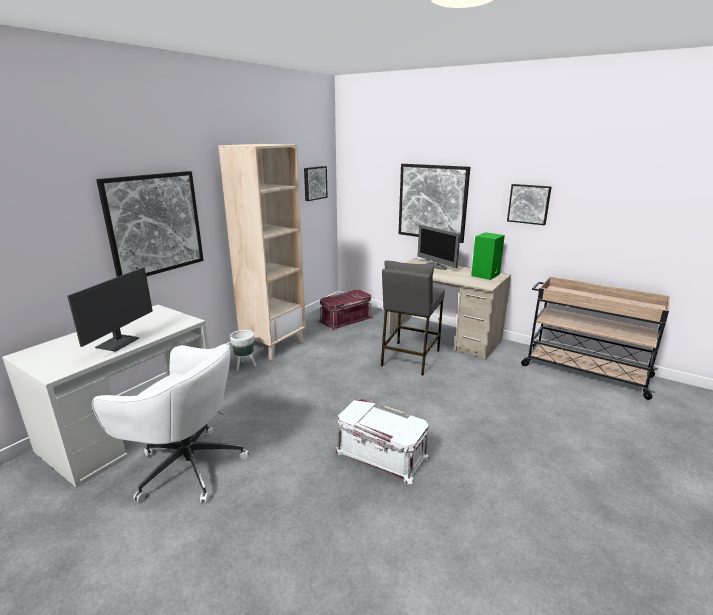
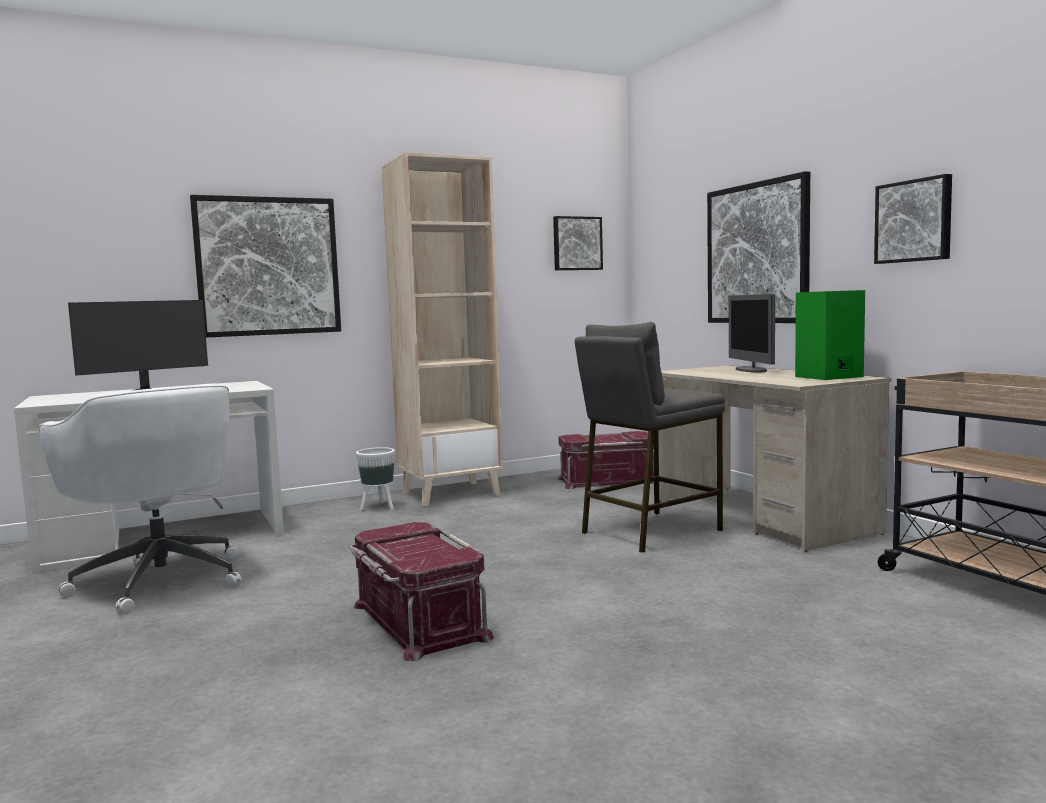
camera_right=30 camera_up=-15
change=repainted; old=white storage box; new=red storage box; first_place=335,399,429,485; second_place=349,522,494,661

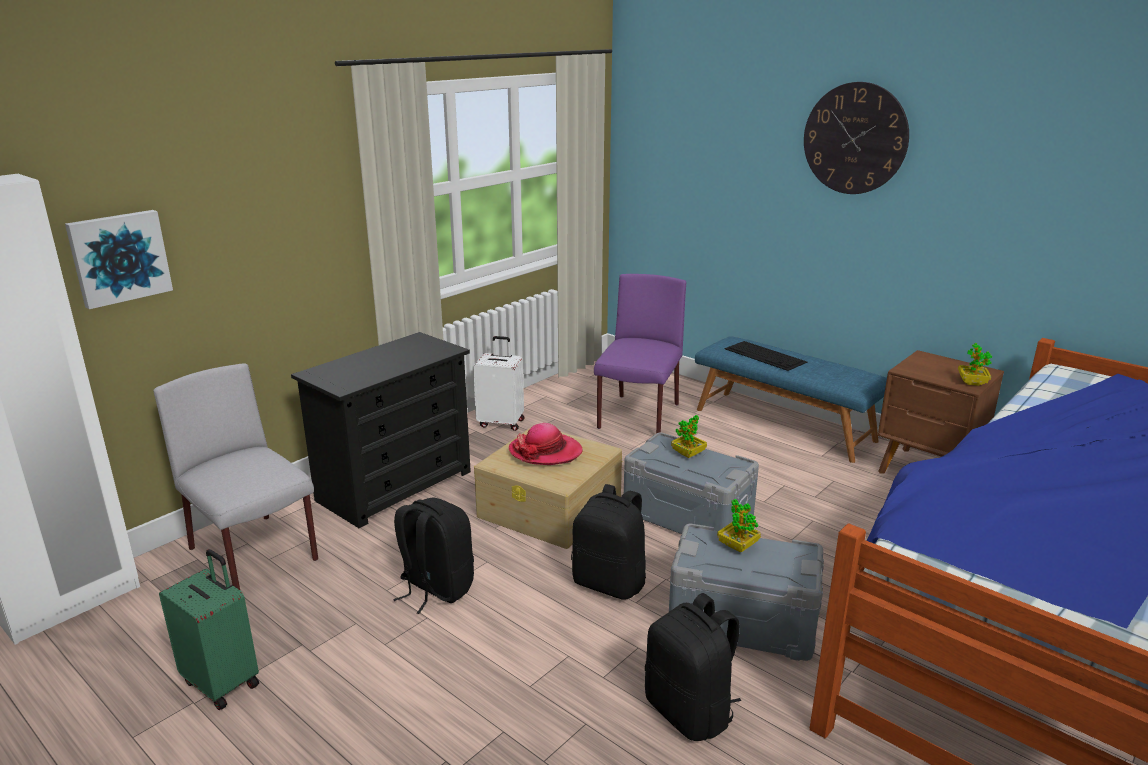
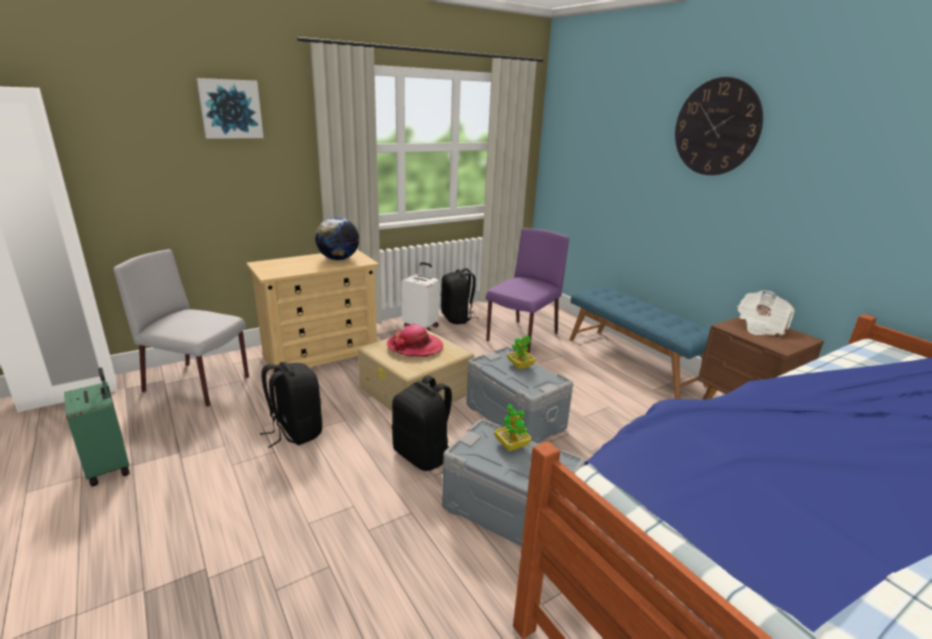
camera_right=15 camera_up=0
change=shifted; old=picture; first_place=65,210,173,309; second_place=196,78,264,139
change=repainted; old=black dresser; new=beige dresser; first_place=291,332,471,528; second_place=246,249,379,373
change=gone; old=keyboard; first_place=725,341,807,371
change=gone; old=potted plant; first_place=958,343,992,386
change=rotated; old=grey chair; first_place=153,363,318,590; second_place=113,249,249,407; degrees=-45
change=shifted; old=black backpack; first_place=645,593,741,741; second_place=441,268,479,324
change=new; new=globe; second_place=315,217,359,260
change=new; new=newspaper; second_place=737,290,795,335

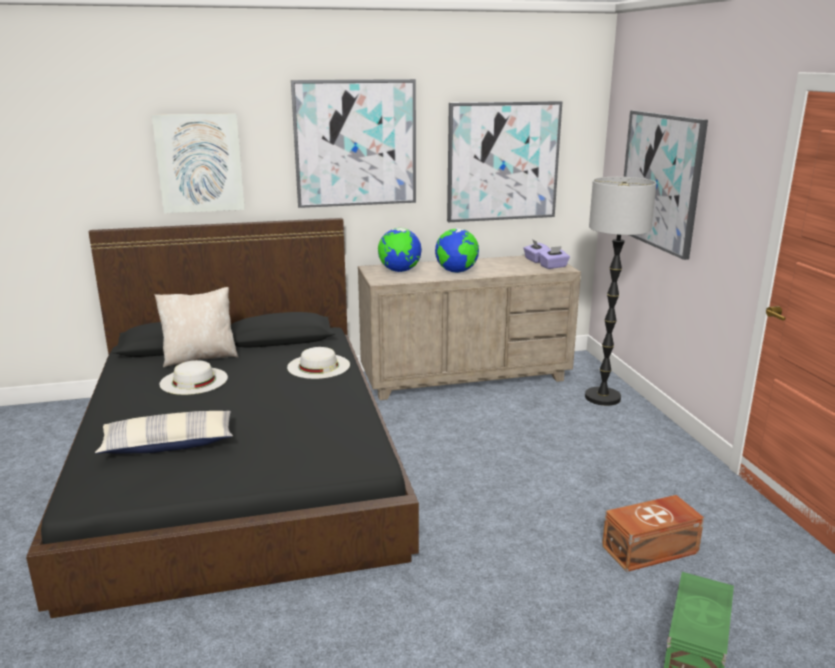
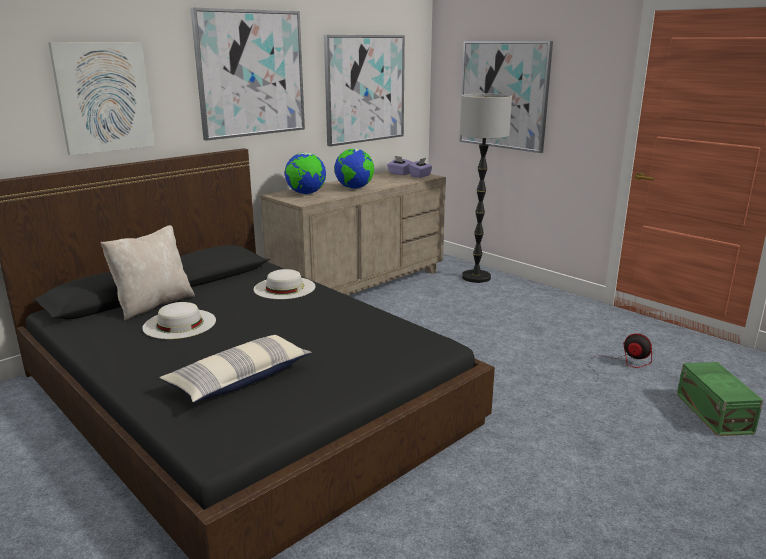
camera_right=-30 camera_up=0
change=swapped; old=brown storage box; new=fan; first_place=602,495,704,572; second_place=587,334,652,381

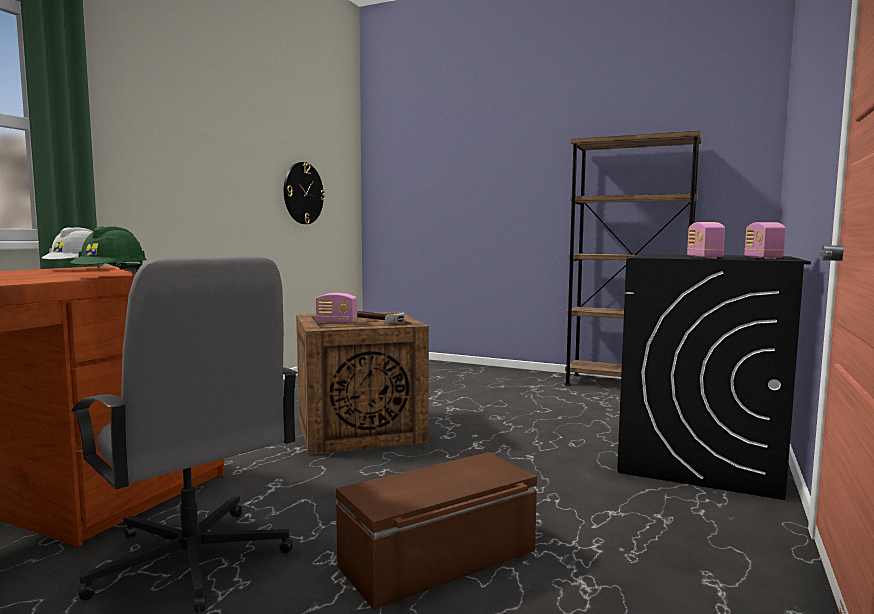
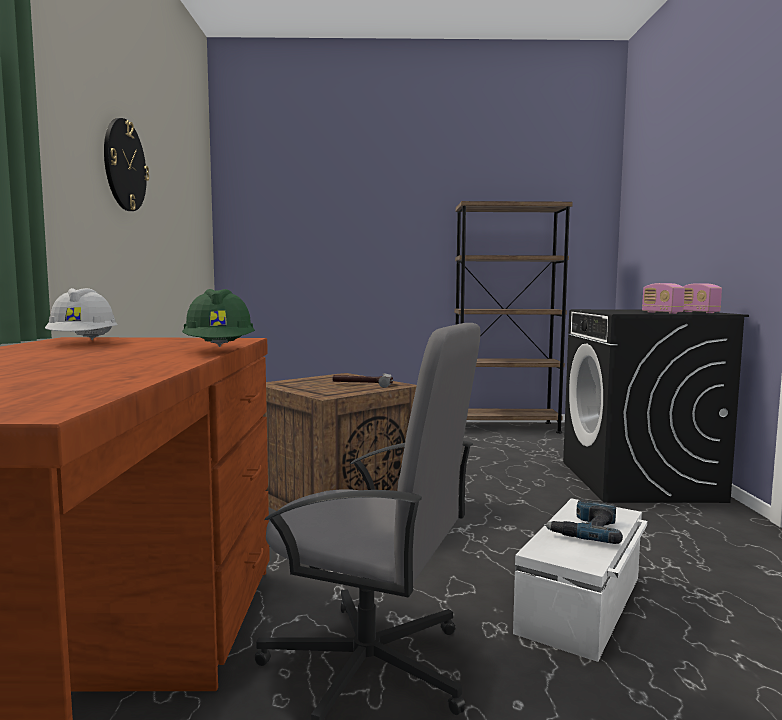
camera_right=-25 camera_up=0
change=shifted; old=wall clock; first_place=284,162,325,224; second_place=104,118,149,211
change=gone; old=radio; first_place=316,293,357,324
change=repainted; old=brown storage box; new=white storage box; first_place=336,452,537,610; second_place=513,498,647,662
change=new; new=power drill; second_place=544,499,623,544

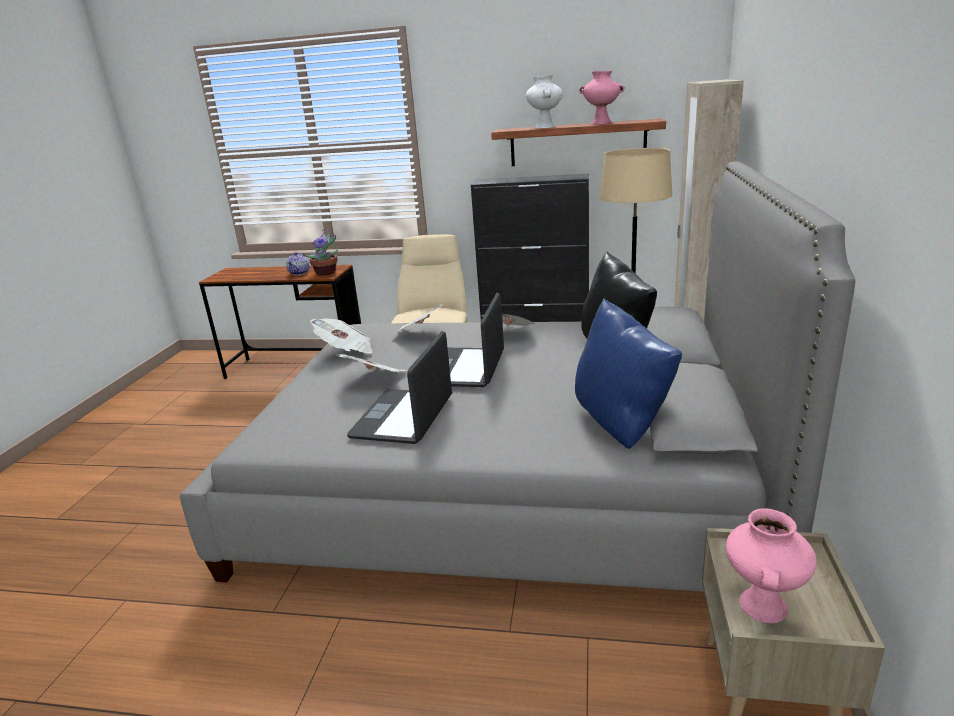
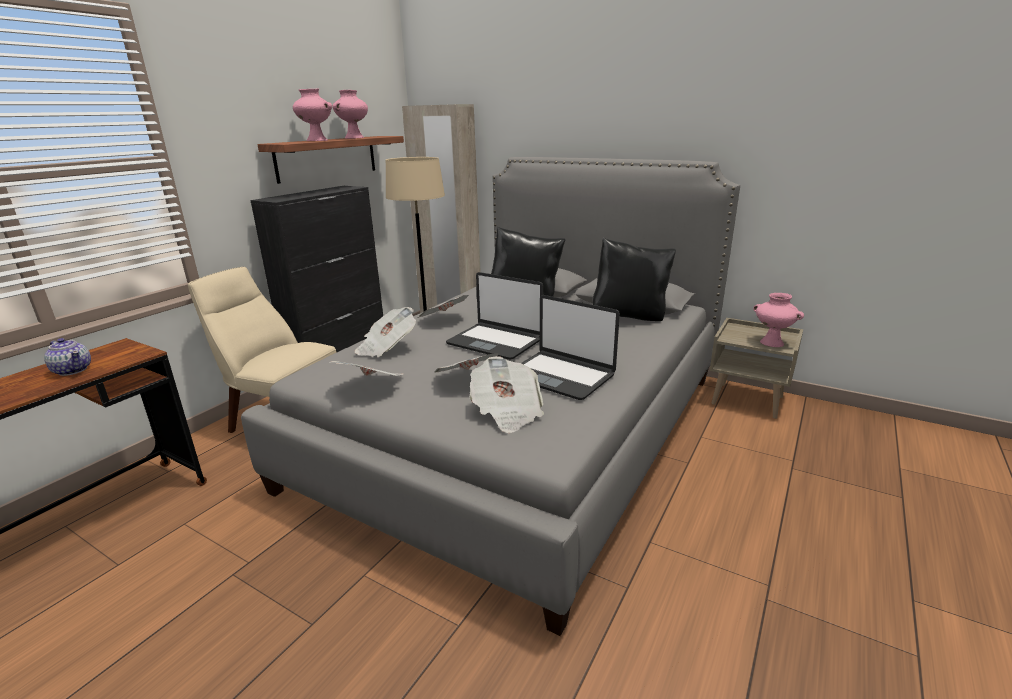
camera_right=-70 camera_up=0
change=repainted; old=white vase; new=pink vase; first_place=526,75,563,128; second_place=293,89,332,141
change=gone; old=potted plant; first_place=304,229,339,276
change=repainted; old=blue pillow; new=black pillow; first_place=575,298,682,449; second_place=592,238,676,321
change=new; new=newspaper; second_place=469,356,544,433

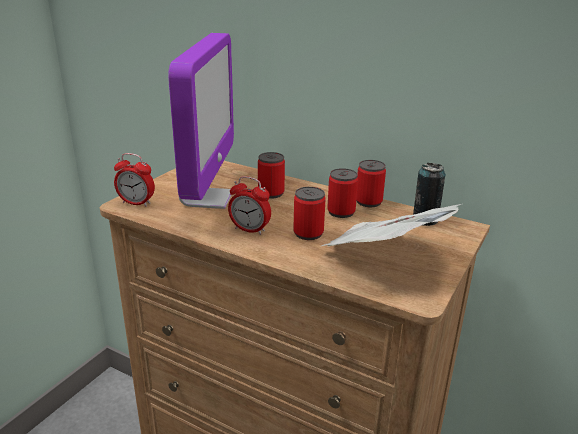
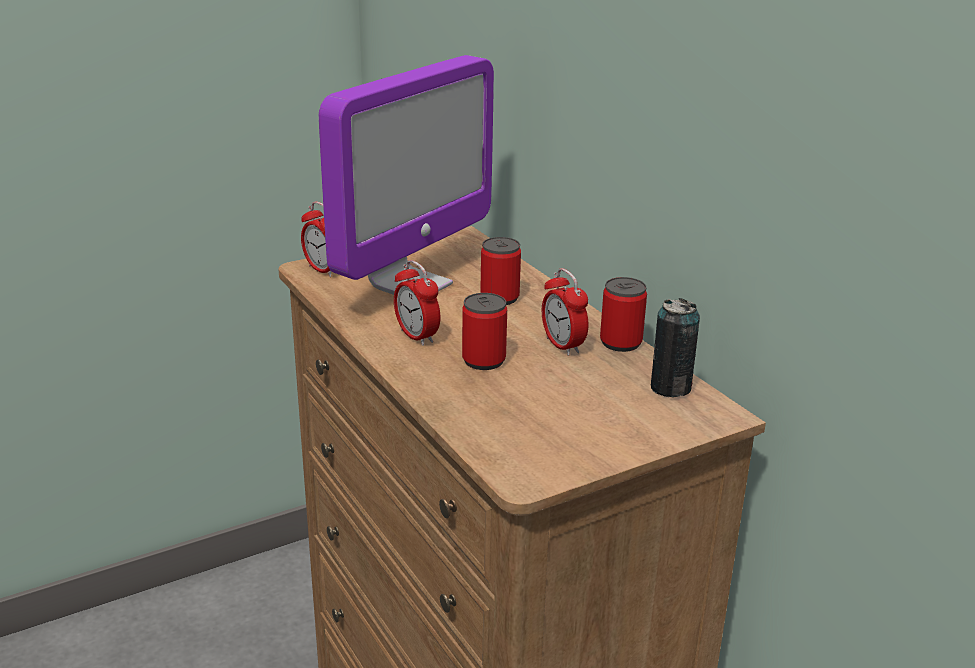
camera_right=30 camera_up=0
change=swapped; old=can; new=alarm clock; first_place=327,168,358,218; second_place=542,268,588,356
change=gone; old=newspaper; first_place=322,204,461,246

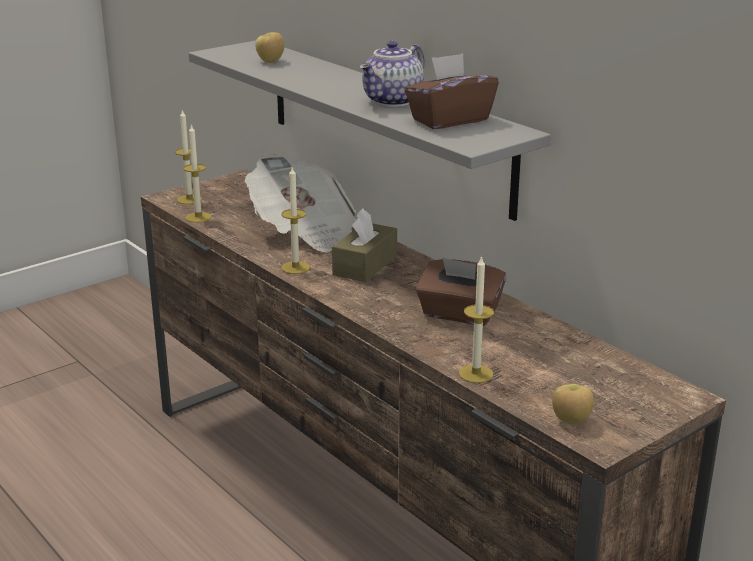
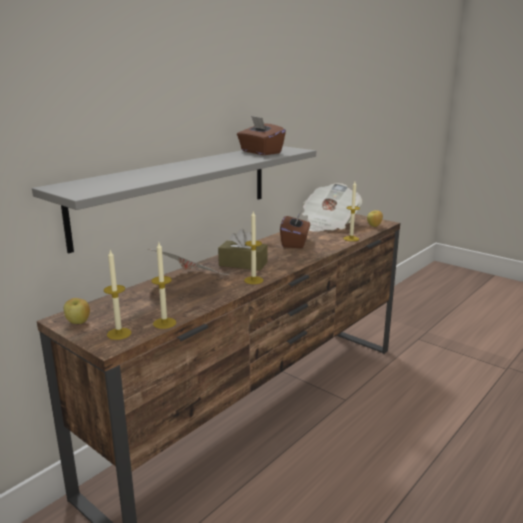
camera_right=-100 camera_up=-5
change=shifted; old=apple; first_place=255,32,285,63; second_place=64,298,90,324
change=gone; old=teapot; first_place=360,41,424,107
change=new; new=newspaper; second_place=302,183,362,232

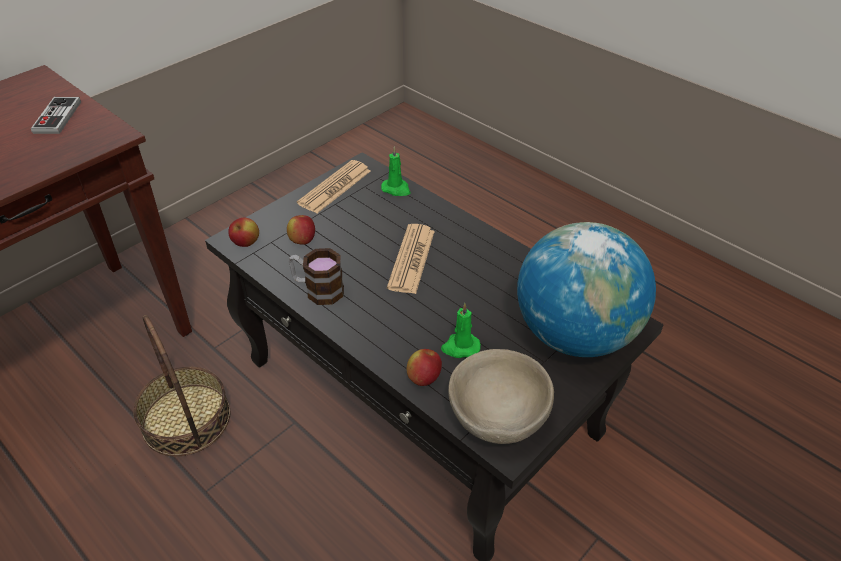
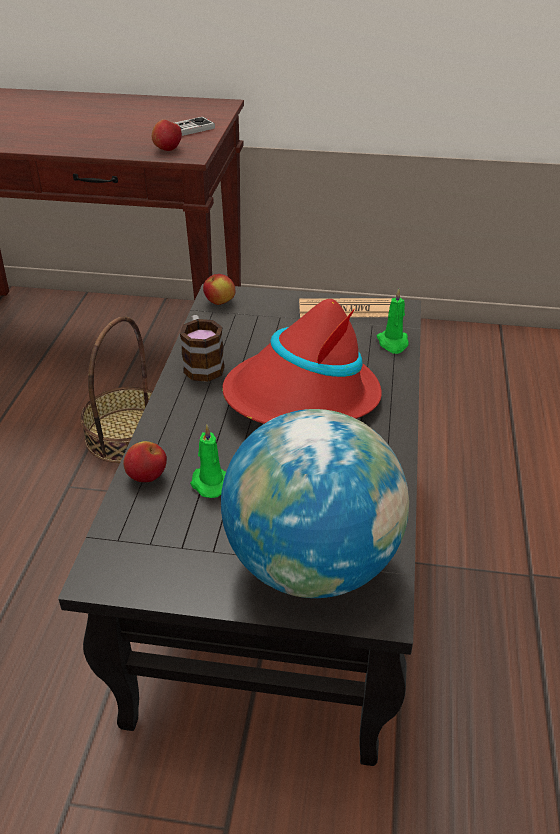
camera_right=55 camera_up=-5
change=shifted; old=apple; first_place=287,215,315,245; second_place=152,120,182,151
change=swapped; old=newspaper; new=red hat; first_place=387,224,435,294; second_place=222,299,382,424
change=gone; old=beige bowl; first_place=448,349,554,444

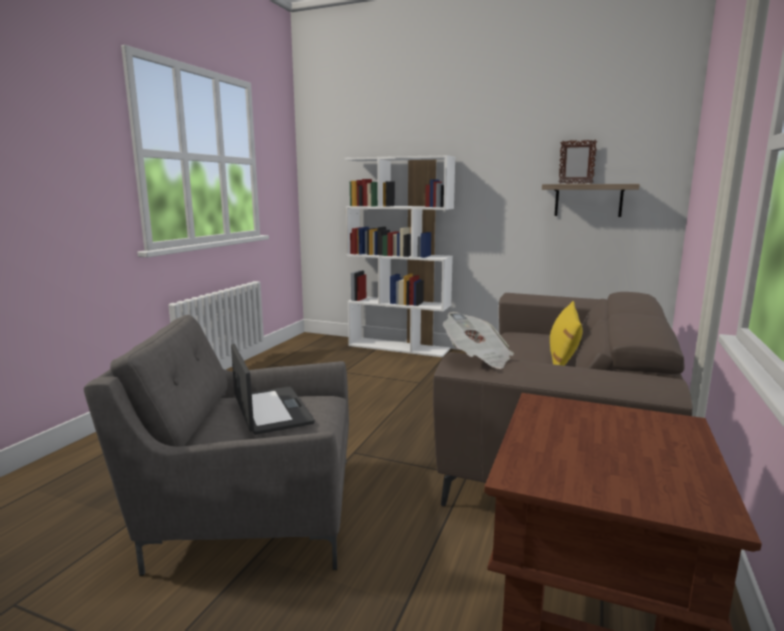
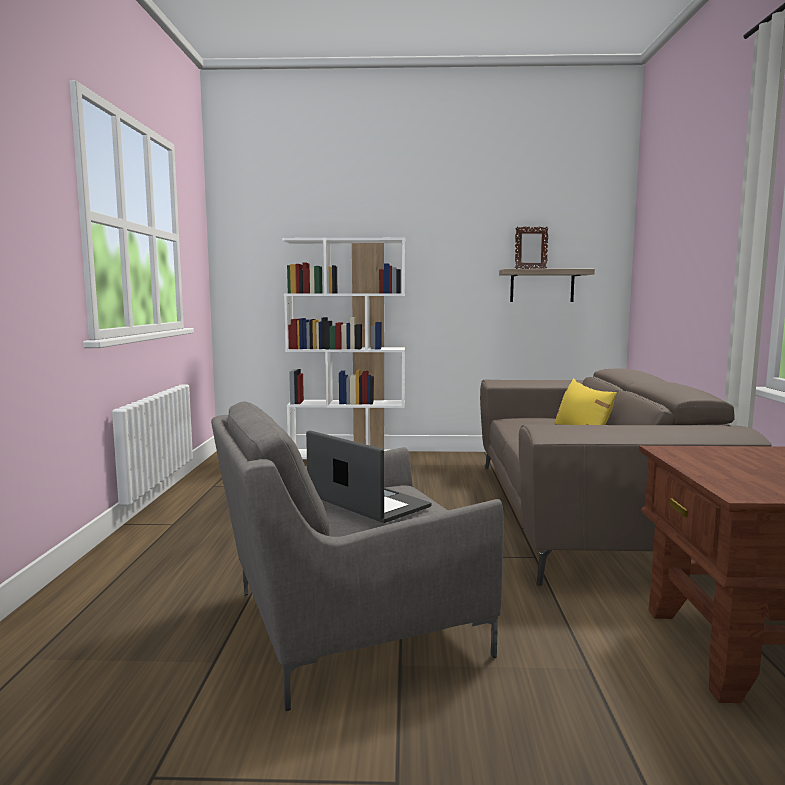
camera_right=-20 camera_up=-5
change=gone; old=newspaper; first_place=443,312,514,369

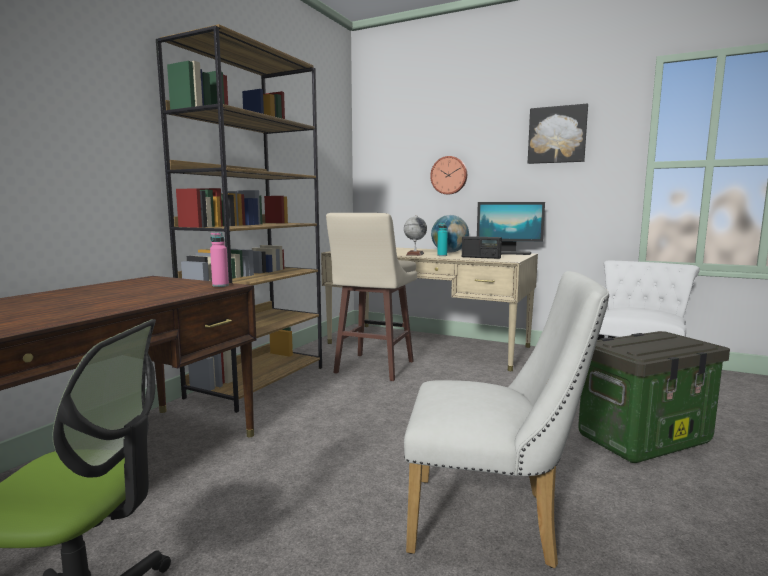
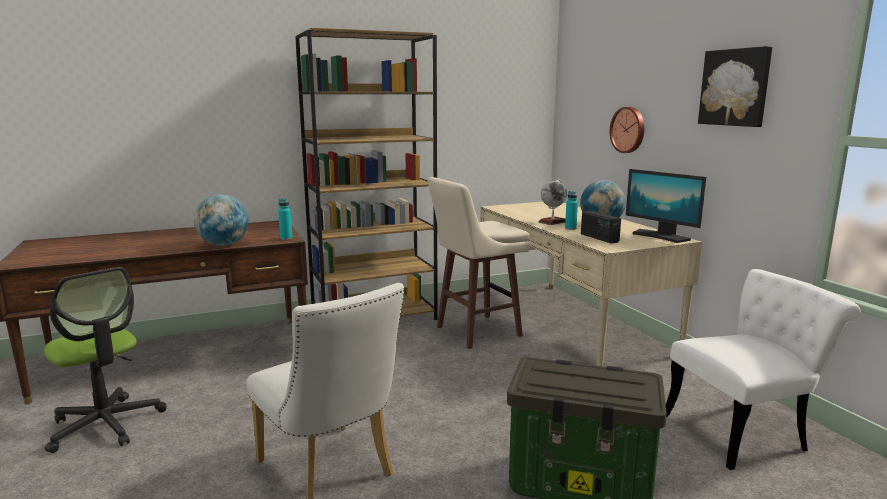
camera_right=40 camera_up=5
change=repainted; old=pink bottle; new=turquoise bottle; first_place=210,233,229,287; second_place=278,198,293,240
change=new; new=globe; second_place=194,194,249,246

